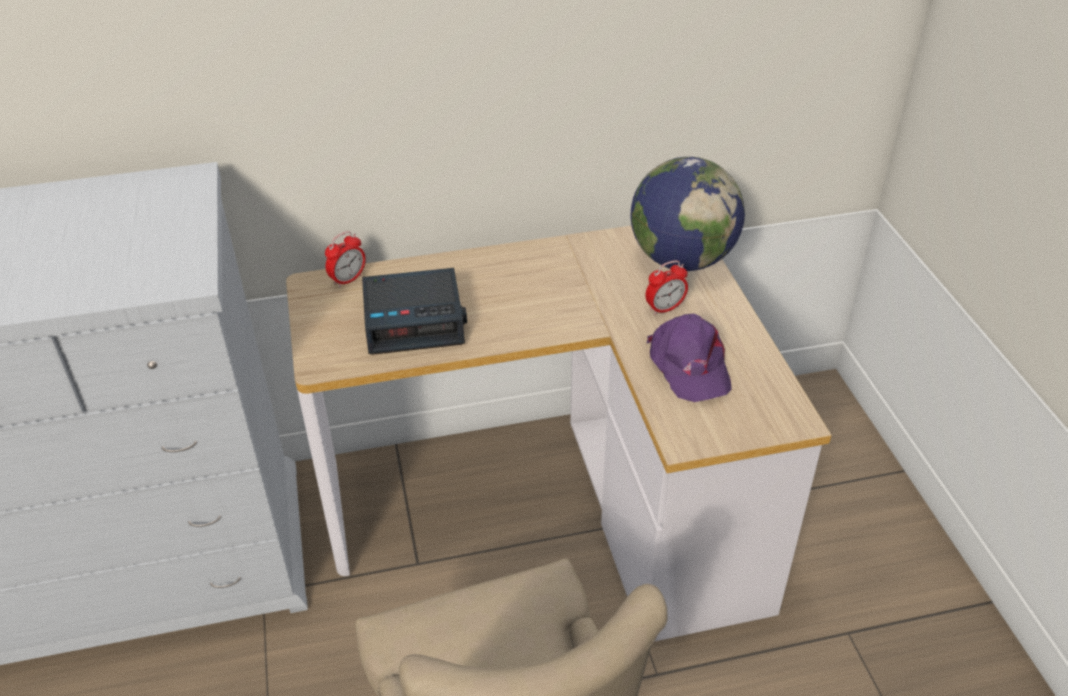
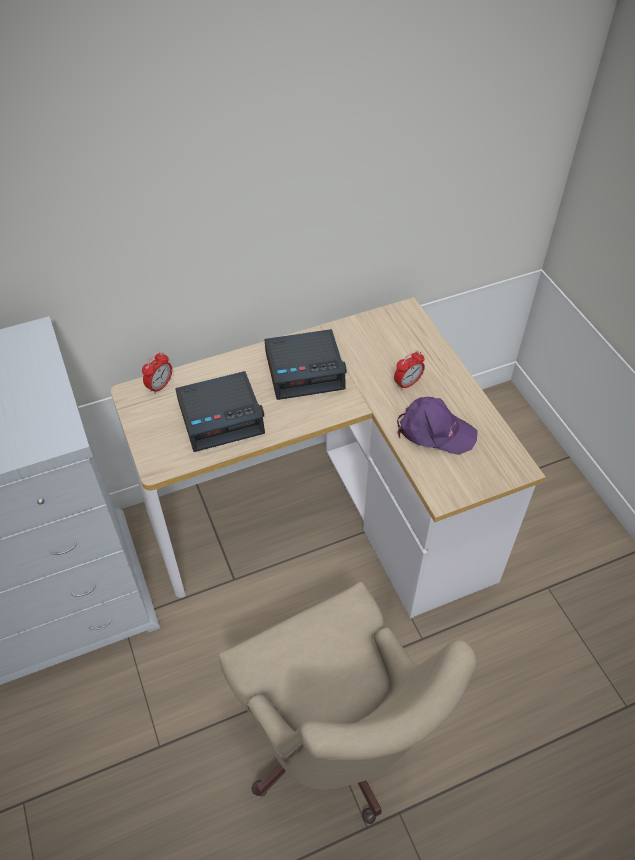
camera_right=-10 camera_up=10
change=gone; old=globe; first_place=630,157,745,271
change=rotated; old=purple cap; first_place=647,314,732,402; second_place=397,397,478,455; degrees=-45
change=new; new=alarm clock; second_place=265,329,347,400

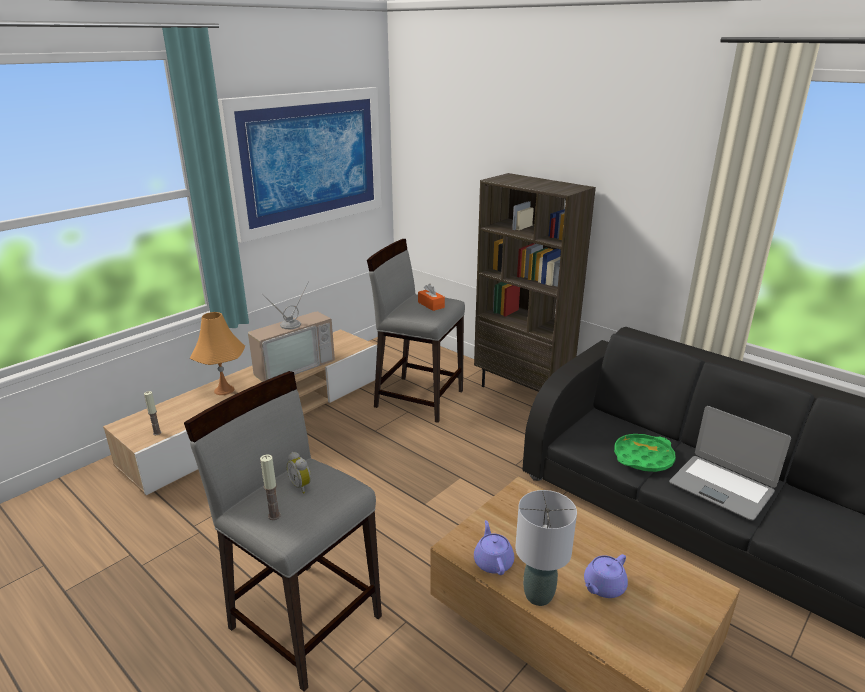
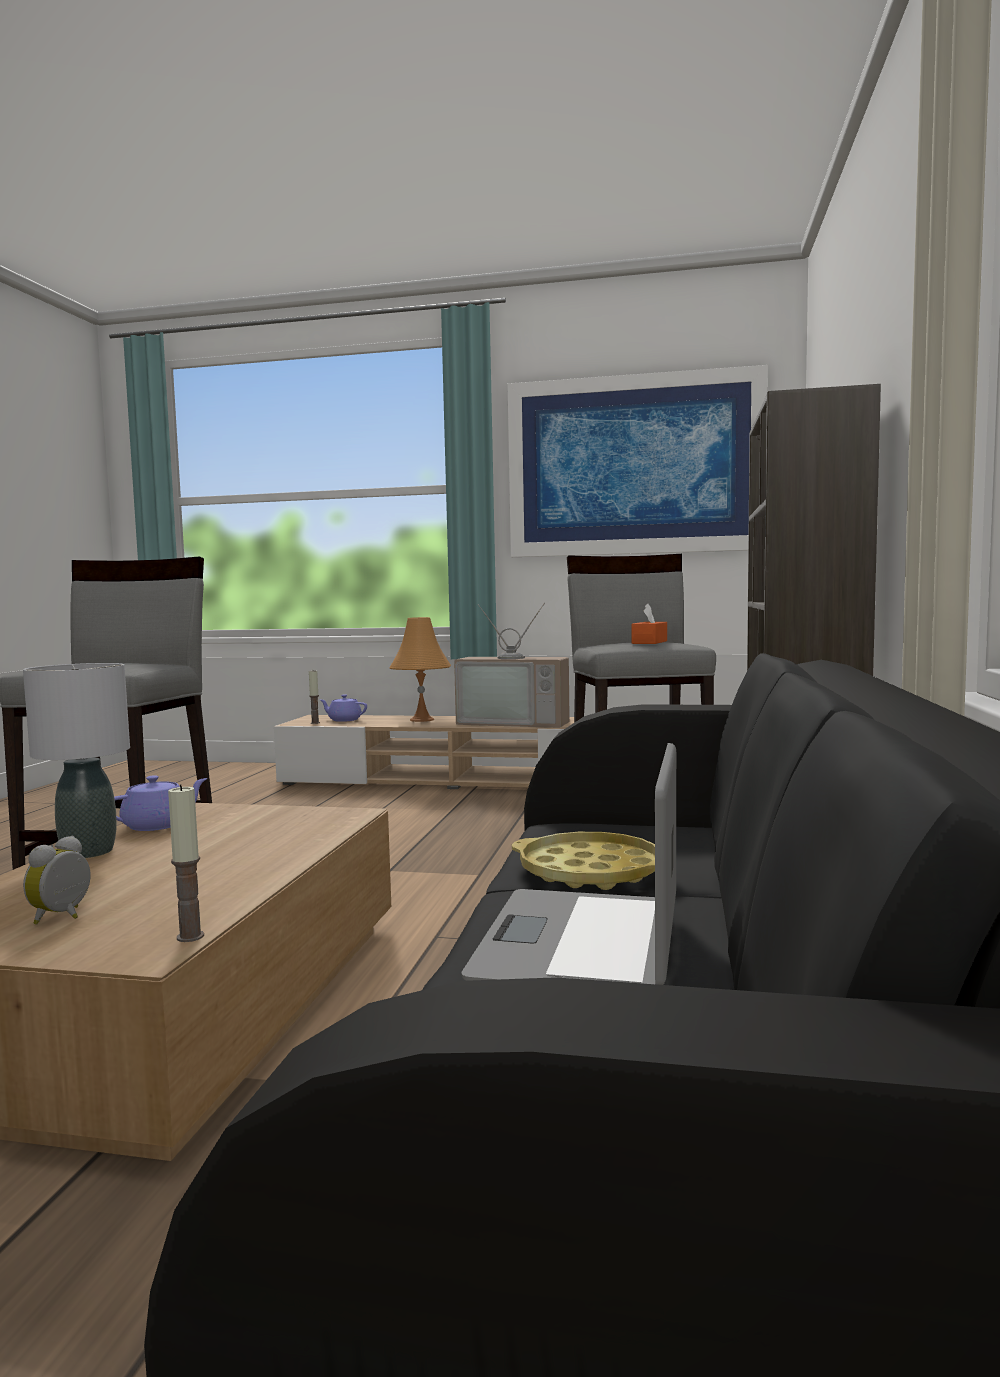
camera_right=60 camera_up=-20
change=repainted; old=green tray; new=yellow tray; first_place=614,434,676,472; second_place=512,832,655,890
change=shifted; old=alarm clock; first_place=286,452,311,494; second_place=23,836,91,924
change=shifted; old=candle; first_place=260,455,281,520; second_place=168,784,204,942
change=shifted; old=purple teapot; first_place=584,554,628,598; second_place=320,695,367,722

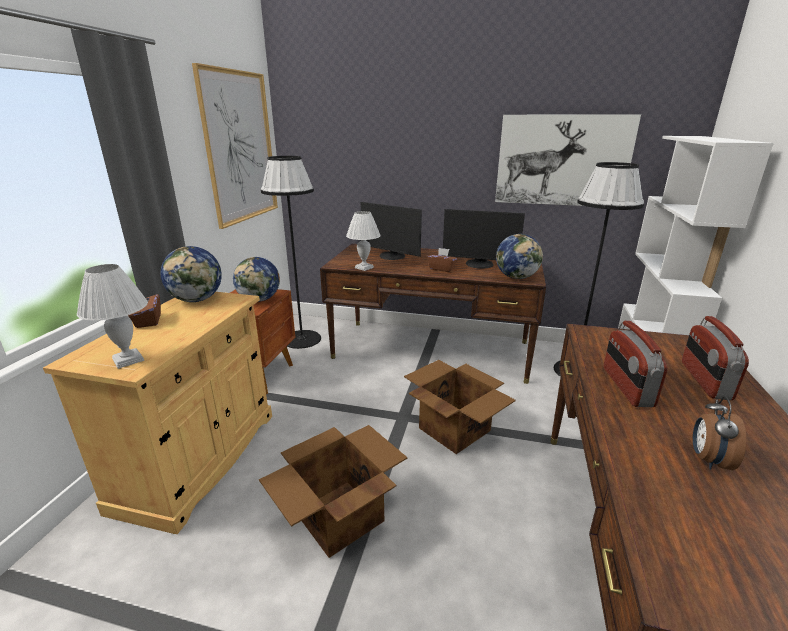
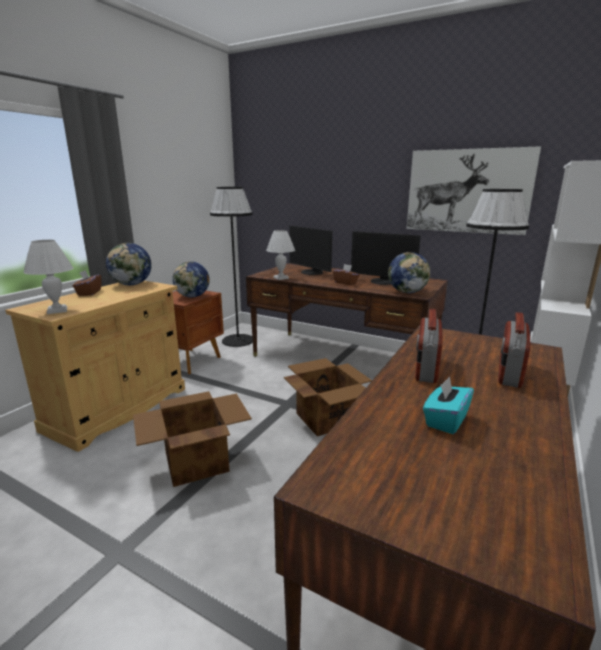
camera_right=15 camera_up=-5
change=gone; old=picture; first_place=192,63,278,229
change=swapped; old=alarm clock; new=turquoise tissue box; first_place=693,396,747,470; second_place=423,376,474,434

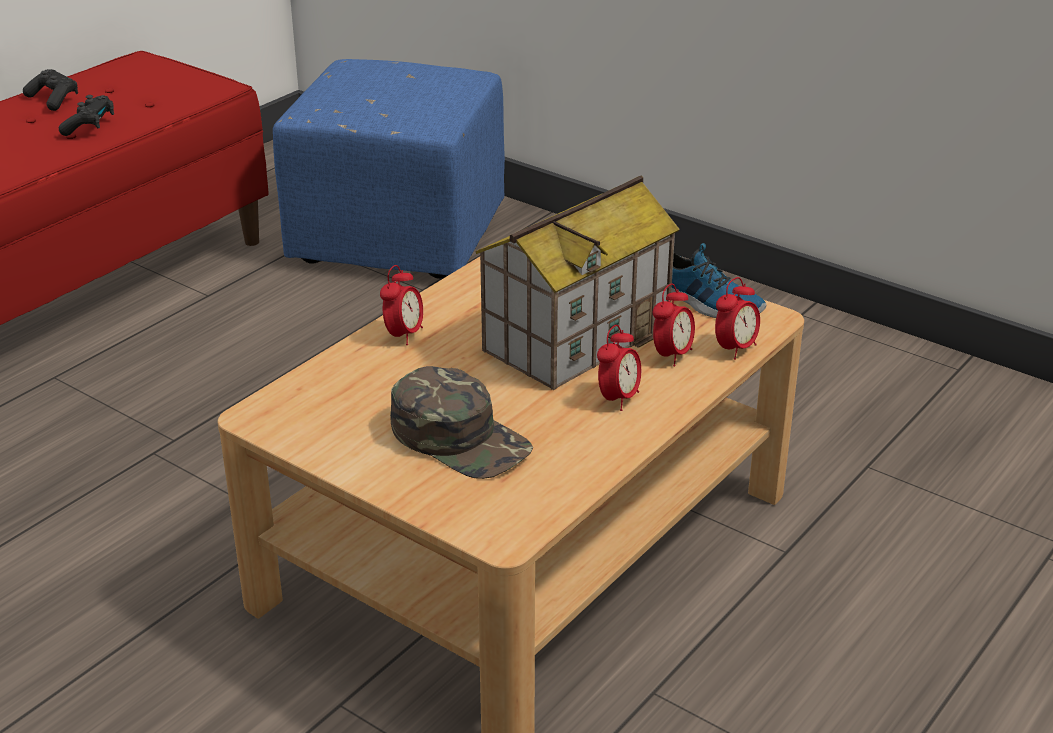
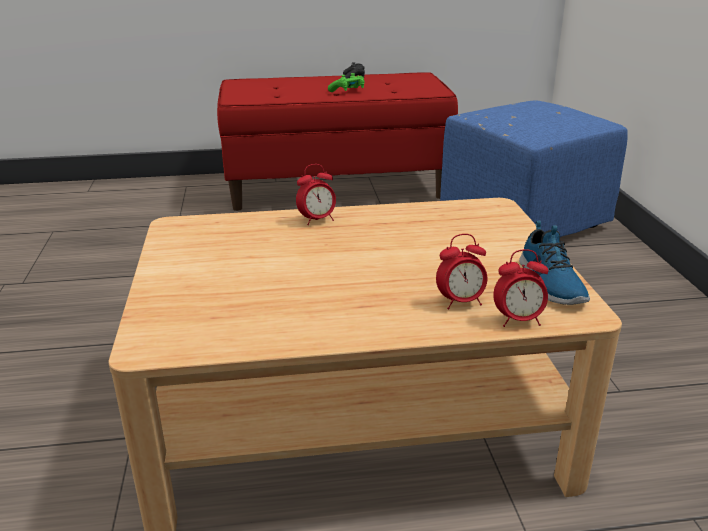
camera_right=45 camera_up=-5
change=repainted; old=black game controller; new=green game controller; first_place=59,95,114,136; second_place=328,73,364,92
change=gone; old=toy house; first_place=475,175,680,390
change=gone; old=alarm clock; first_place=597,325,641,411
change=gone; old=green cap; first_place=390,366,533,479

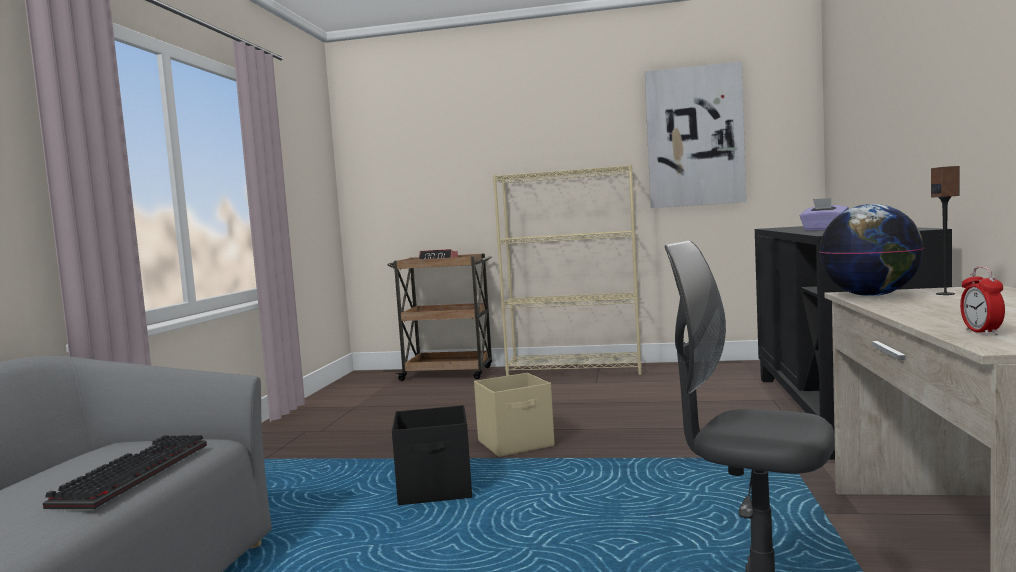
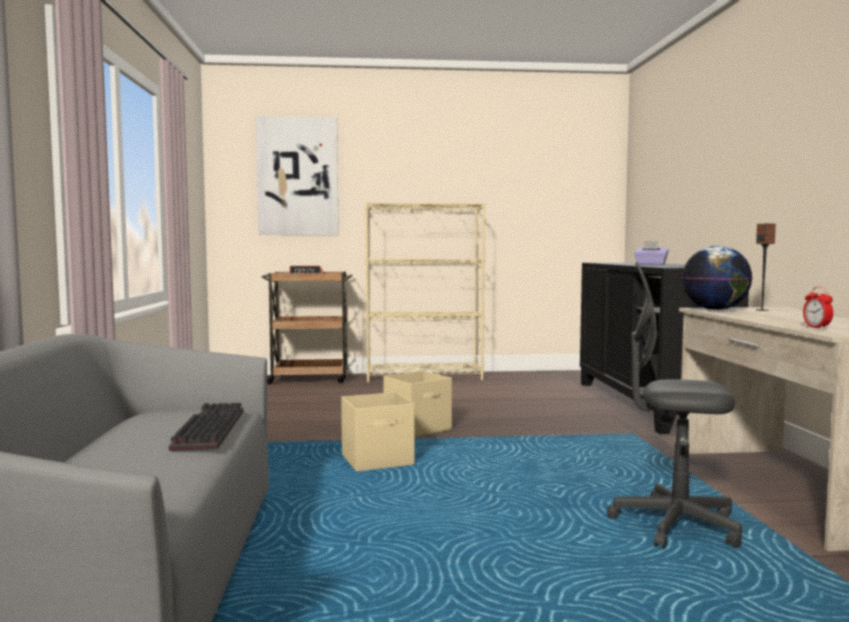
camera_right=-15 camera_up=0
change=shifted; old=picture; first_place=645,62,746,208; second_place=256,116,339,235
change=repainted; old=black storage box; new=beige storage box; first_place=392,405,472,505; second_place=341,392,414,471

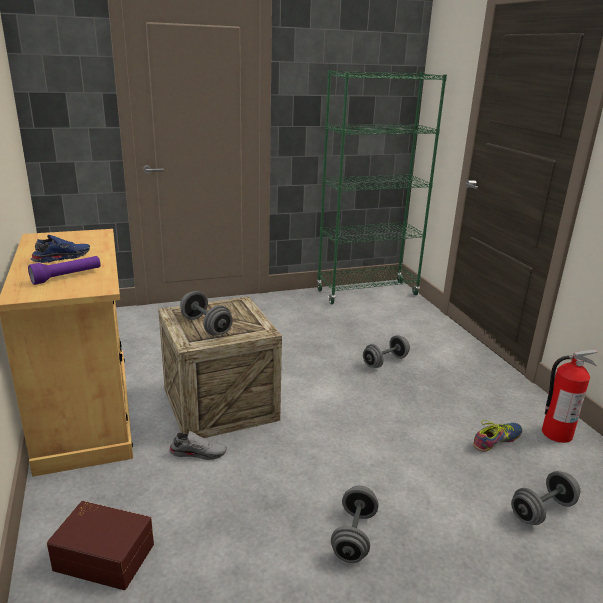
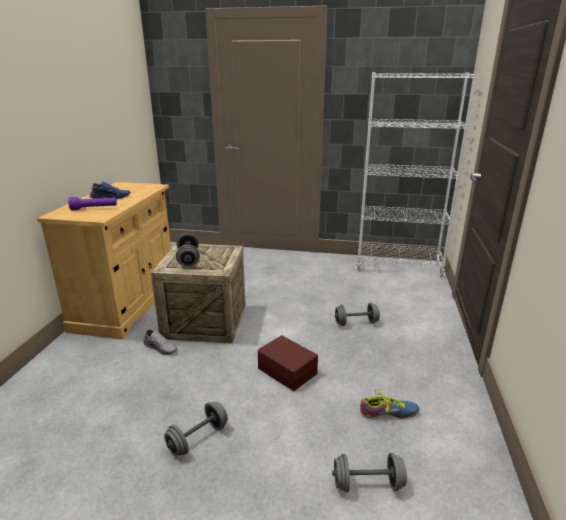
camera_right=30 camera_up=0
change=repainted; old=green bookcase; new=white bookcase; first_place=317,70,447,304; second_place=356,72,478,277
change=gone; old=fire extinguisher; first_place=542,349,597,443
change=shifted; old=brown storage box; first_place=47,501,154,590; second_place=258,335,318,391

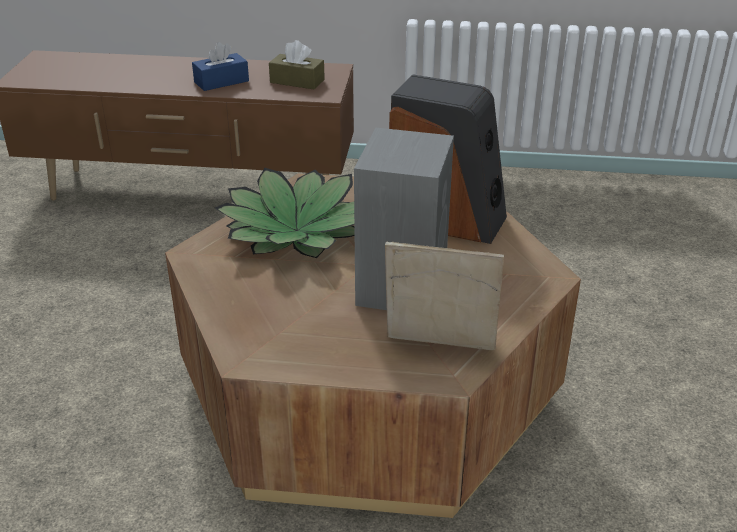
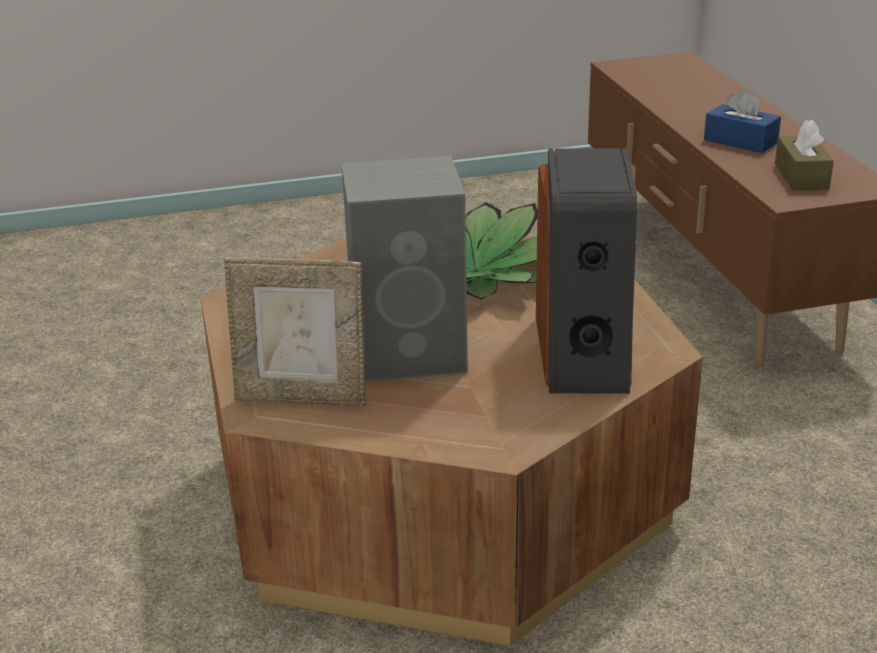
camera_right=70 camera_up=-5
change=rotated; old=picture frame; first_place=385,242,504,351; second_place=224,257,366,406; degrees=105

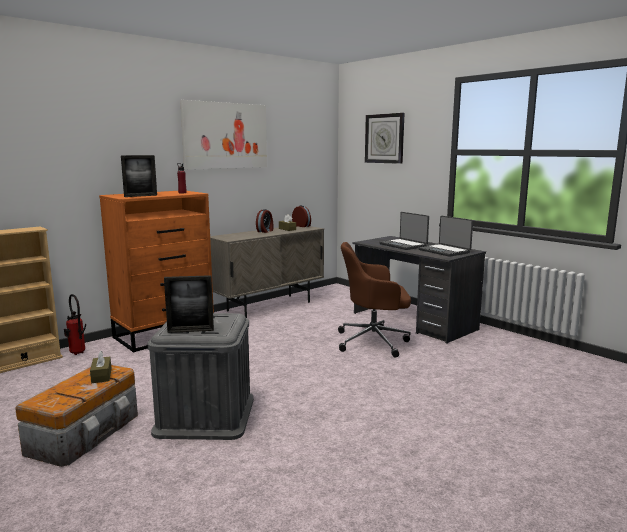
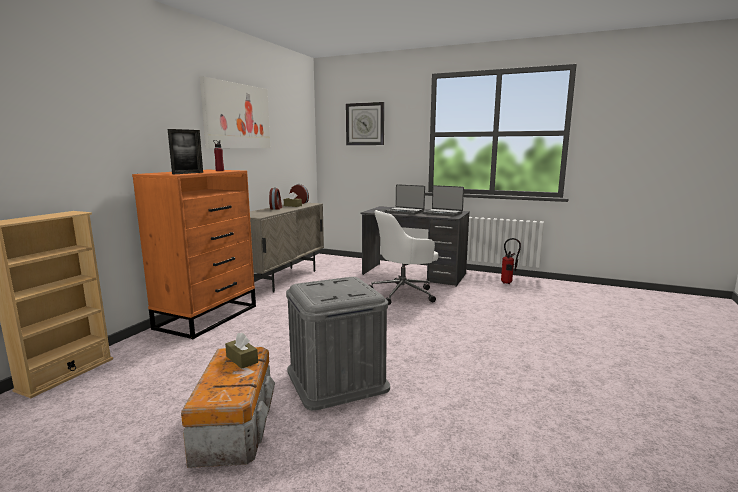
camera_right=-25 camera_up=0
change=repainted; old=brown office chair; new=white office chair; first_place=338,242,411,358; second_place=369,210,438,305
change=gone; old=picture frame; first_place=164,275,214,333
change=shifted; old=fire extinguisher; first_place=64,294,86,355; second_place=501,238,521,284

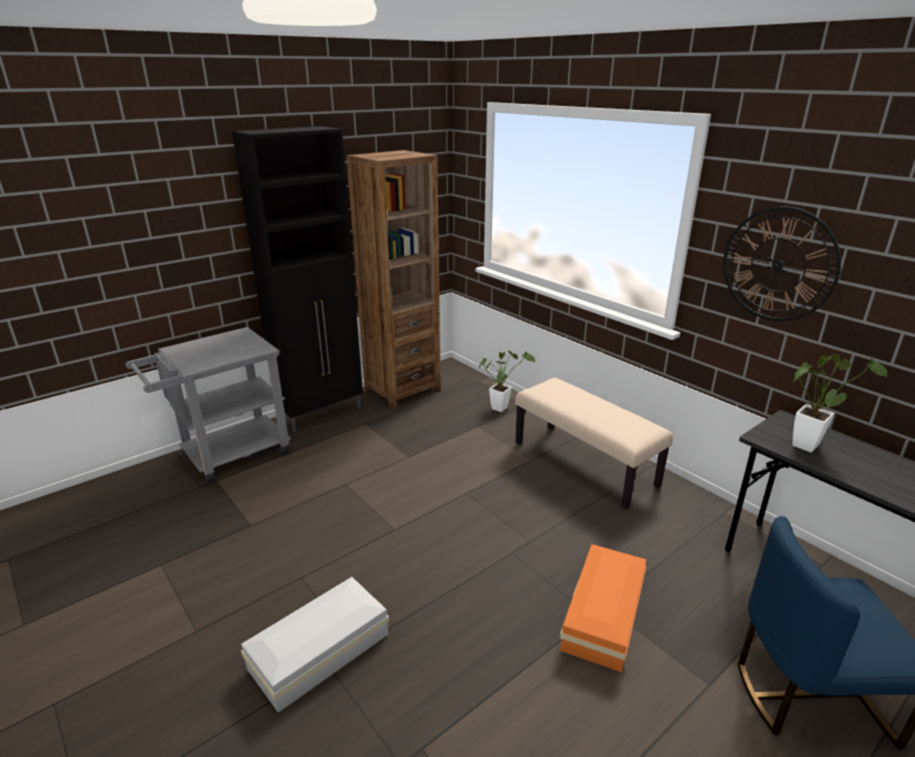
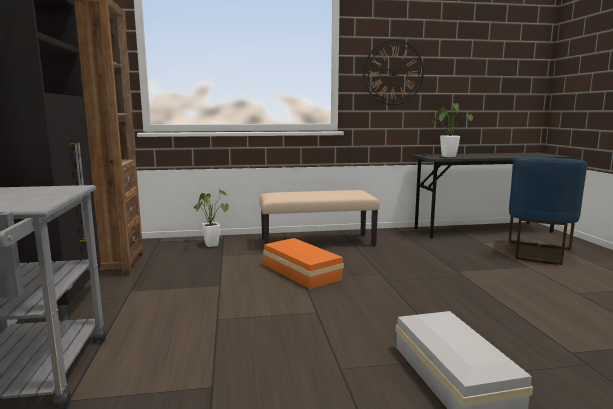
camera_right=-60 camera_up=-15
change=shifted; old=orange storage box; first_place=560,544,646,672; second_place=263,238,344,289

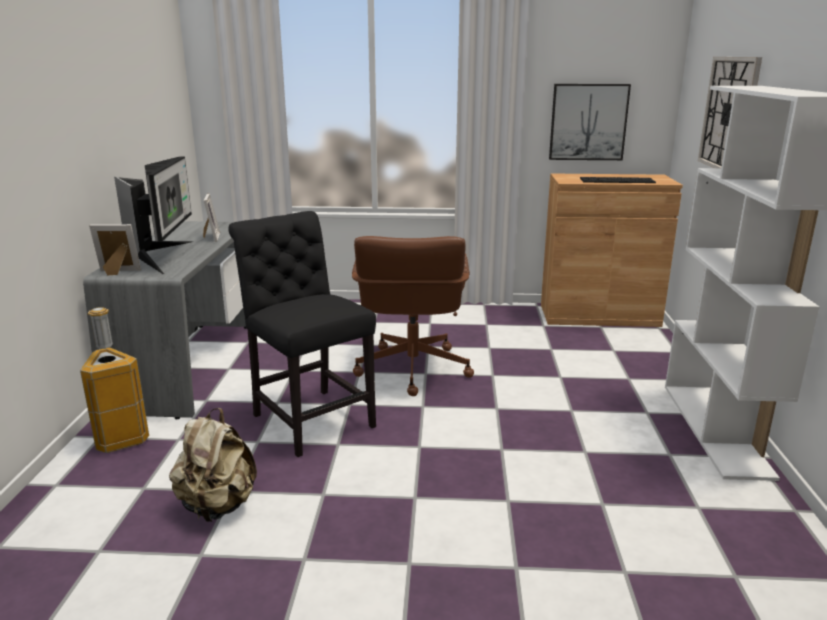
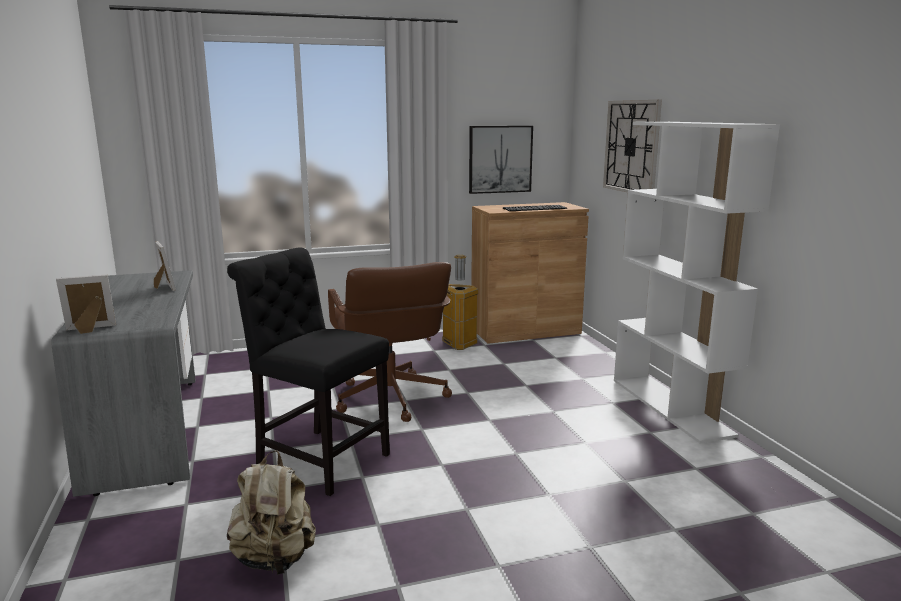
camera_right=-20 camera_up=-5
change=gone; old=monitor; first_place=114,157,193,274
change=shifted; old=trash can; first_place=80,307,149,453; second_place=442,254,478,350

